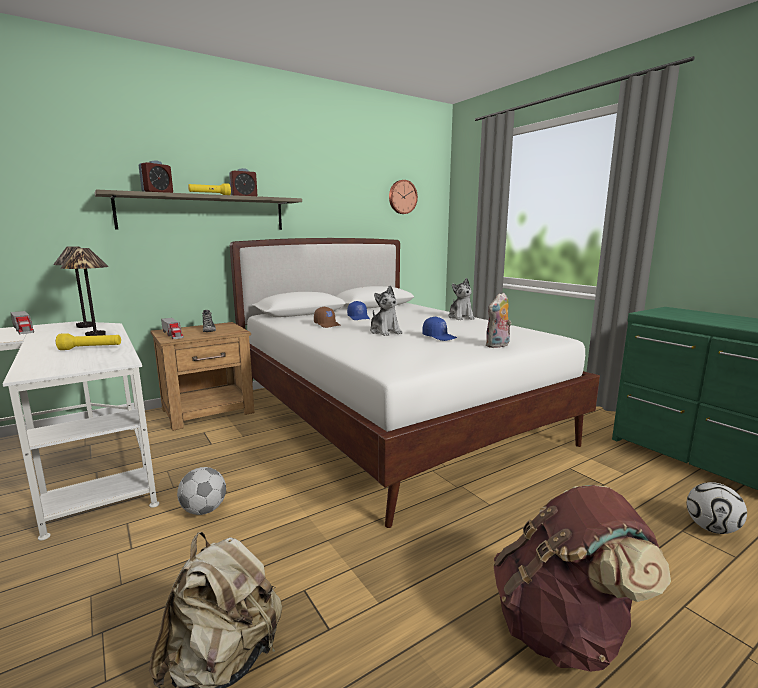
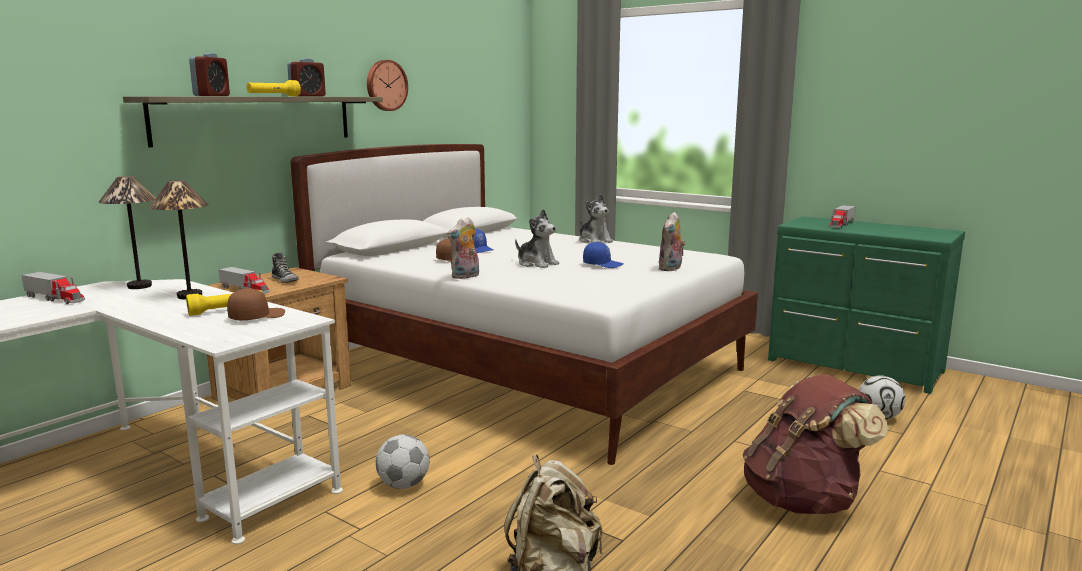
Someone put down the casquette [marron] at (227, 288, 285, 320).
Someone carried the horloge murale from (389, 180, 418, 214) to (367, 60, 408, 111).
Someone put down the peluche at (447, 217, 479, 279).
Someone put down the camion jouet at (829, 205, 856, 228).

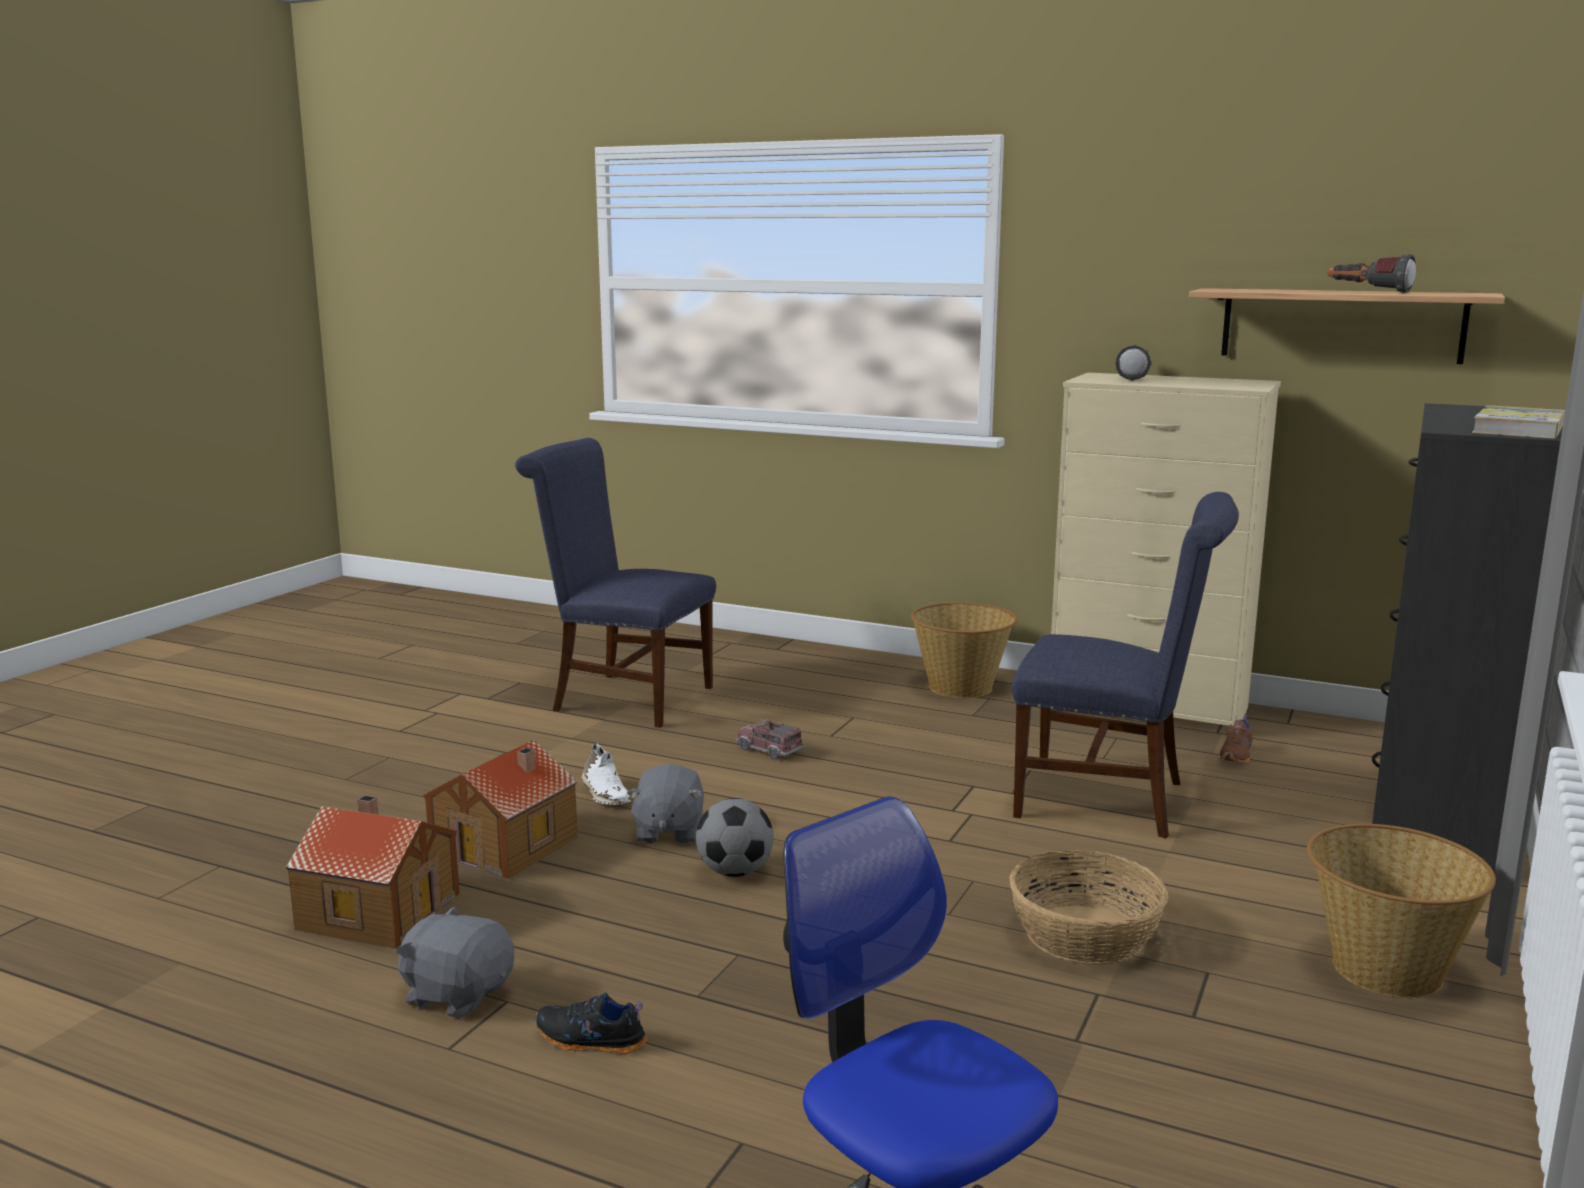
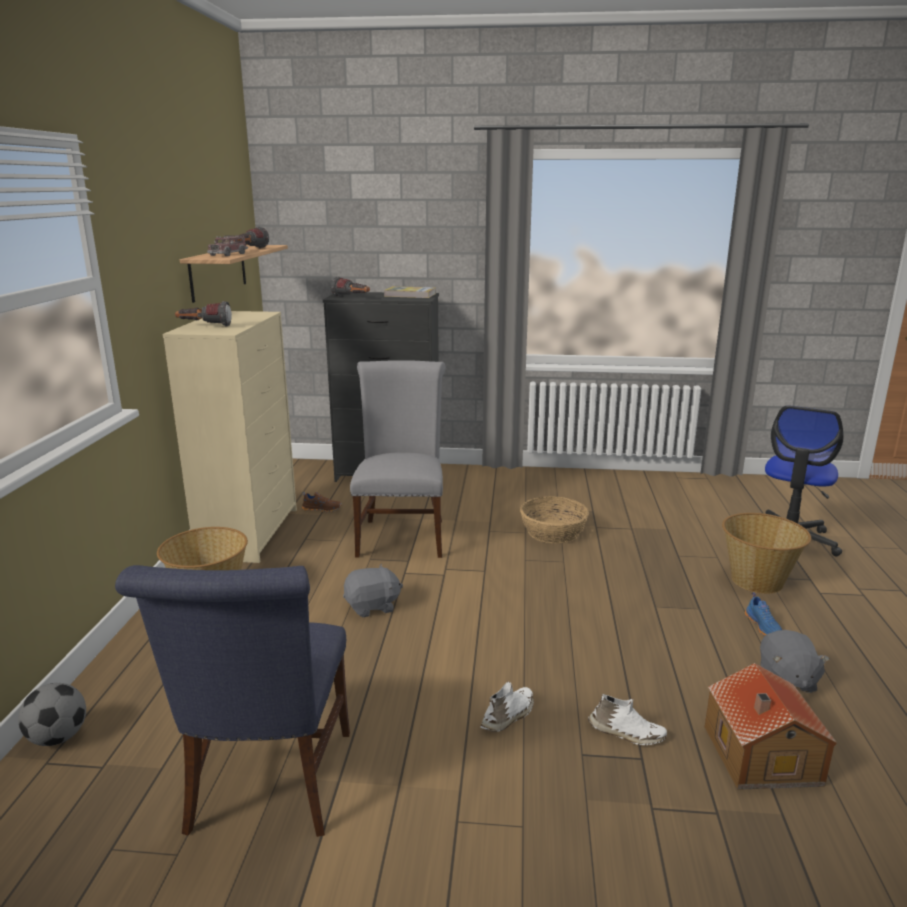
Someone carried the ballon de foot from (696, 798, 773, 877) to (18, 683, 86, 746).
Someone carried the camion jouet from (736, 719, 805, 760) to (207, 235, 248, 256).
Someone put down the lampe de poche at (331, 277, 370, 297).
Someone carried the peluche [gris] from (627, 764, 704, 844) to (343, 564, 403, 617).
Someone repainted the chaise [bleu] at (1012, 492, 1239, 839), which became the chaise [gris] at (350, 360, 445, 558).
Someone swapped the maison miniature at (423, 740, 578, 879) for the chaussure [blanc] at (588, 694, 667, 745).
Someone carried the panier from (1307, 824, 1496, 998) to (722, 513, 811, 594).
Someone repainted the chaussure [noir] at (536, 993, 647, 1054), which became the chaussure [bleu] at (745, 592, 782, 636).

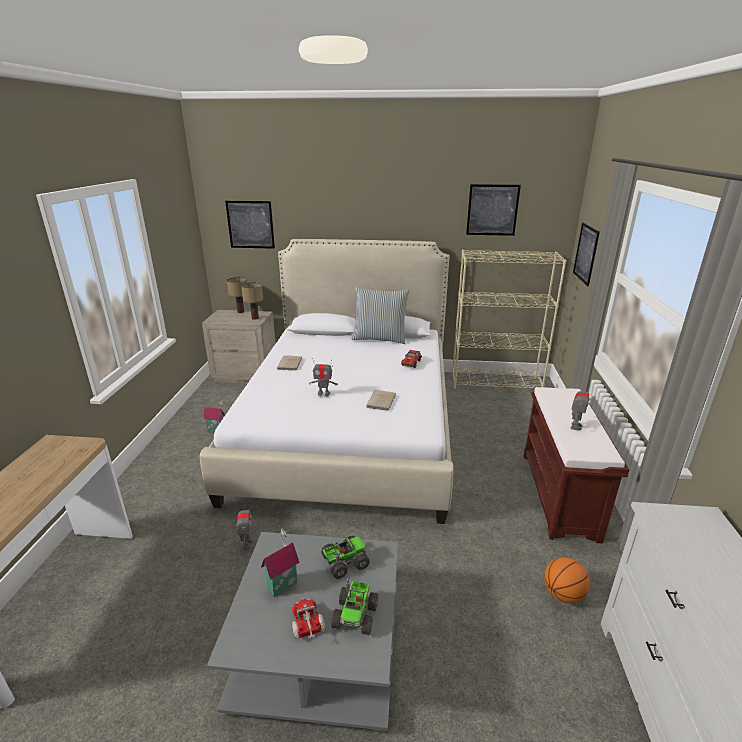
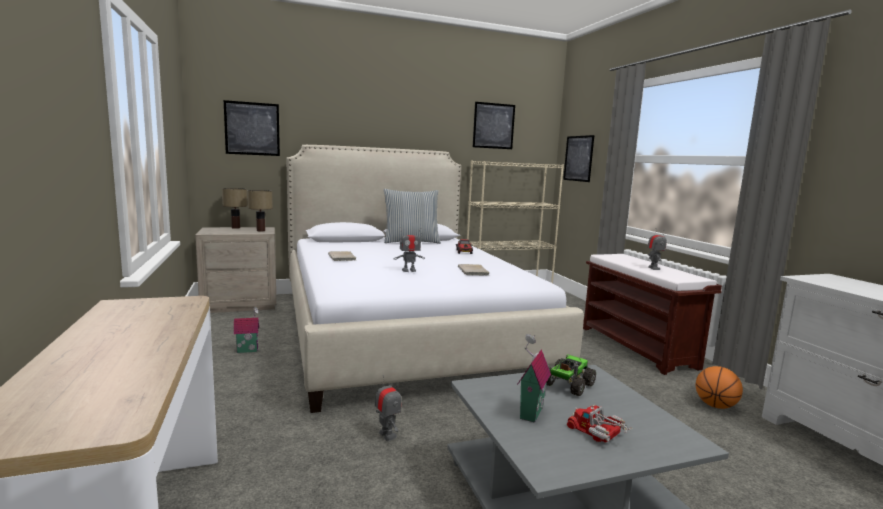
Someone took away the camion jouet at (331, 577, 378, 635).

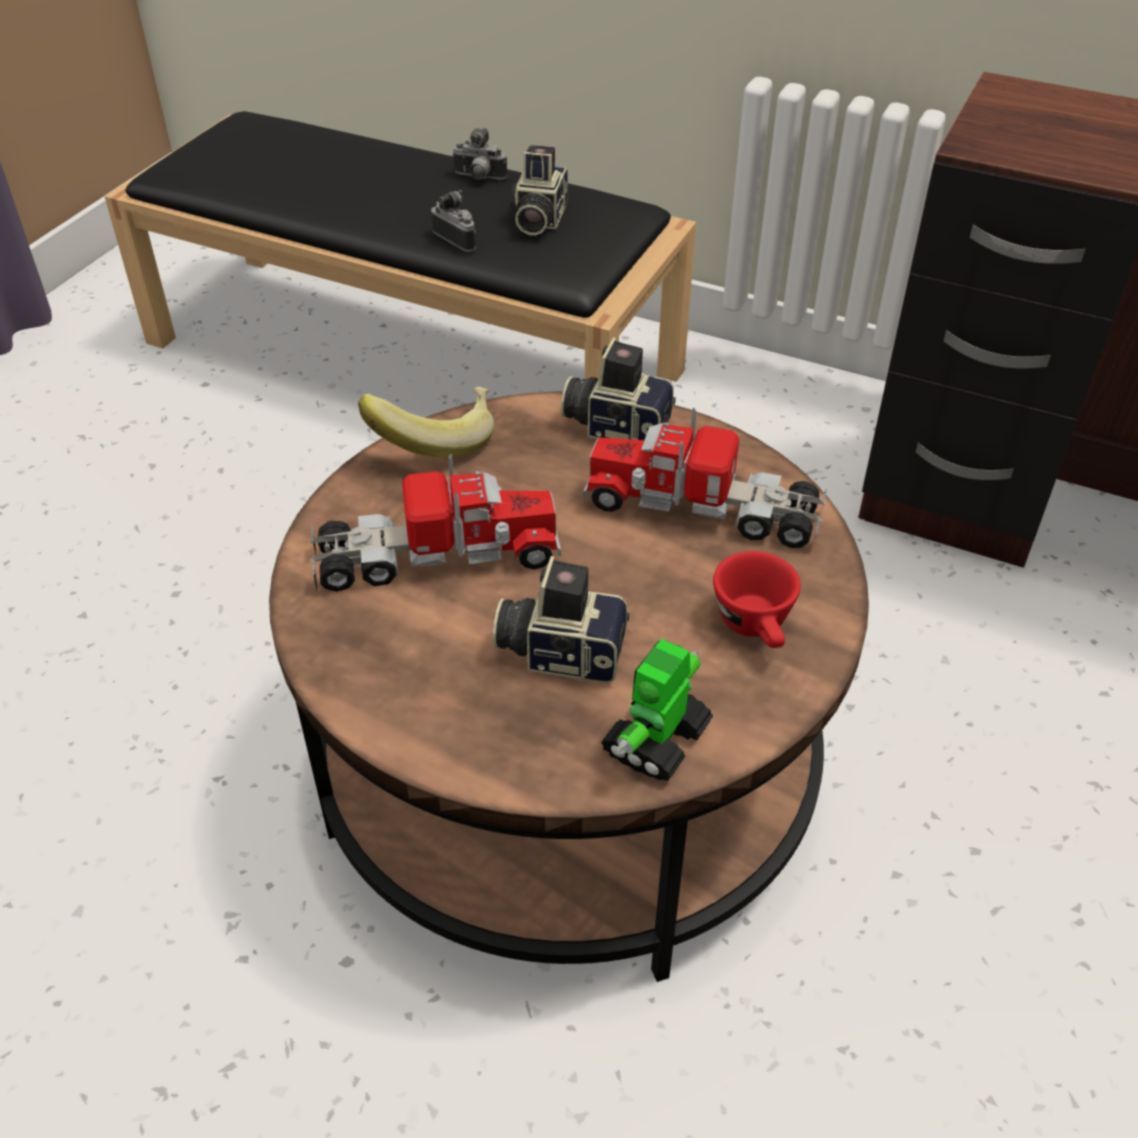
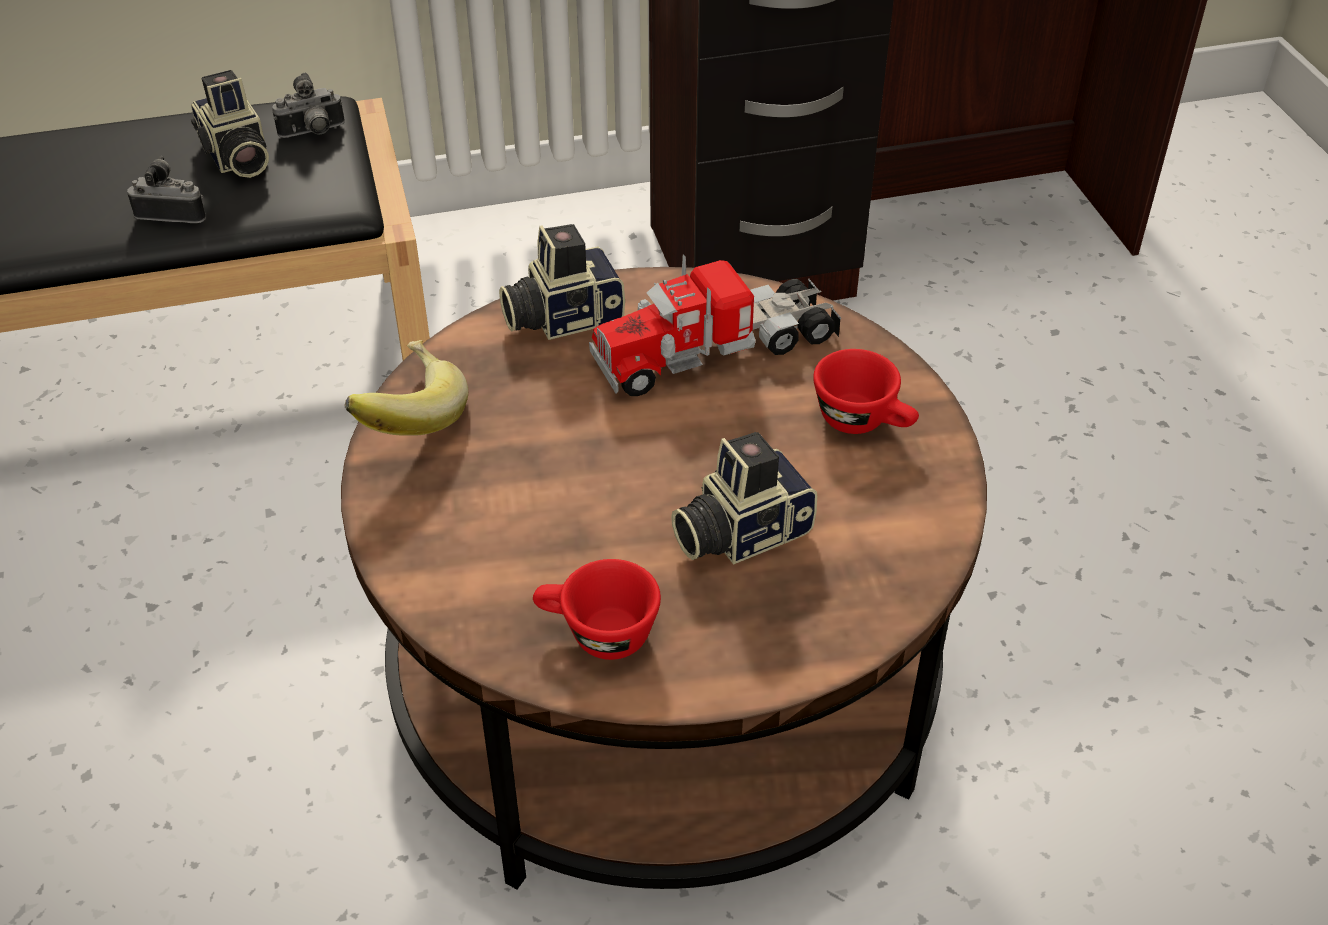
Someone carried the appareil photo from (452, 128, 507, 180) to (272, 73, 345, 138).
Someone put down the tasse [rouge] at (533, 559, 661, 660).
Someone took away the camion jouet at (309, 454, 561, 592).
Someone took away the robot jouet at (601, 639, 713, 781).

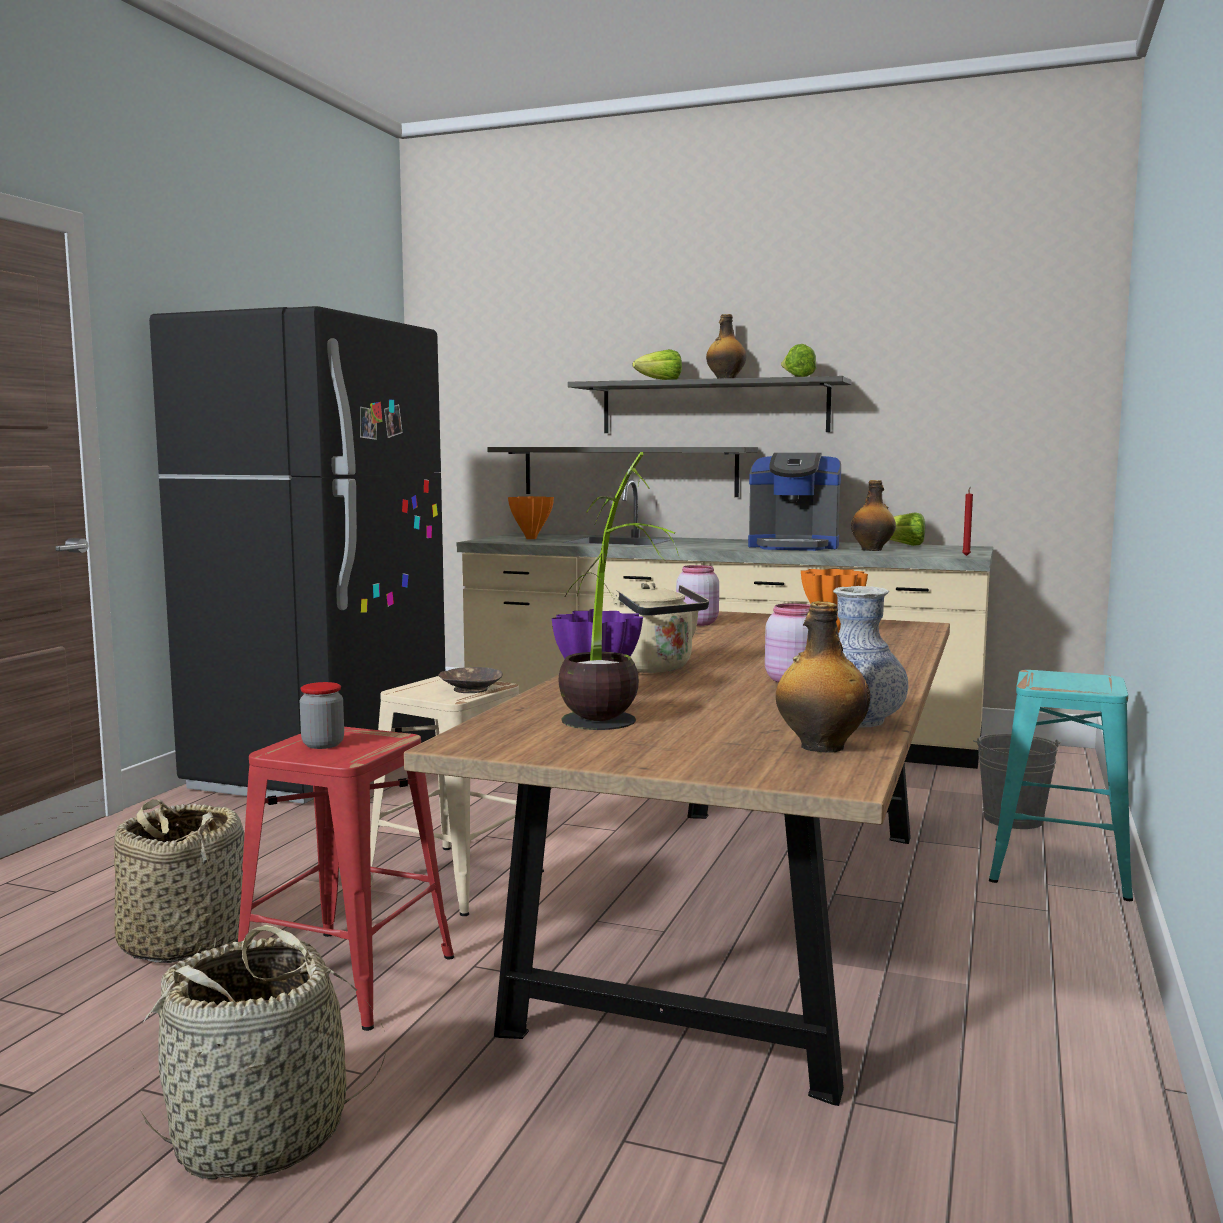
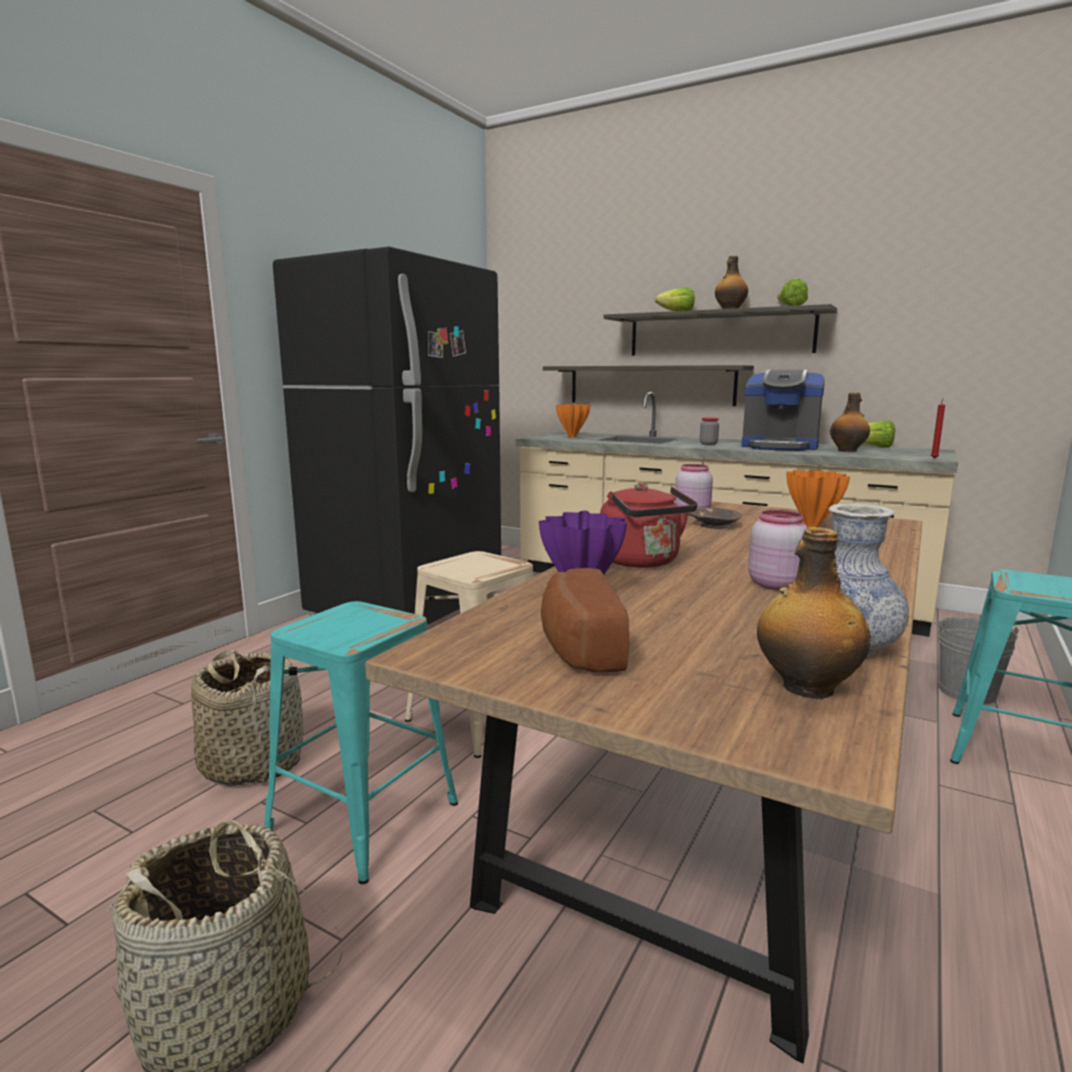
Someone repainted the tabouret [rouge] at (238, 727, 454, 1031), which became the tabouret [turquoise] at (264, 601, 458, 884).
Someone swapped the plante en pot at (558, 452, 680, 730) for the pain at (541, 568, 629, 672).
Someone repainted the bouilloire [beige] at (605, 582, 709, 673), which became the bouilloire [rouge] at (600, 484, 697, 568).
Someone carried the bol [marron] from (438, 667, 503, 693) to (689, 508, 741, 529).
Someone carried the bocal from (300, 682, 344, 749) to (700, 417, 719, 445).

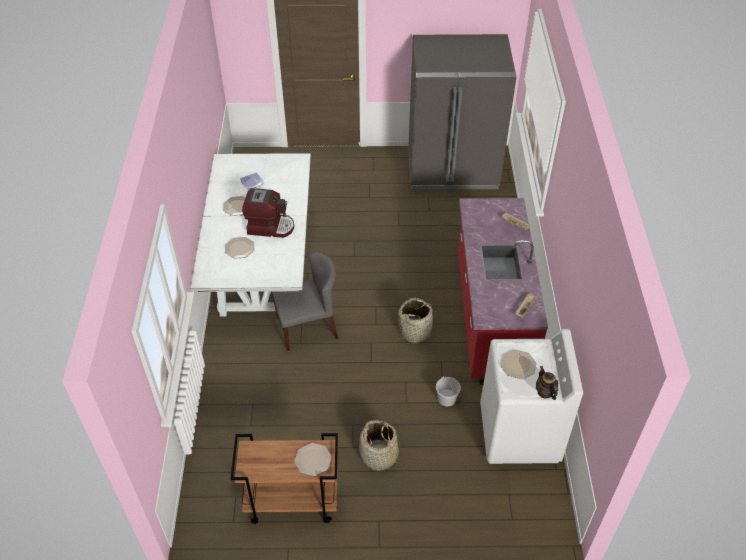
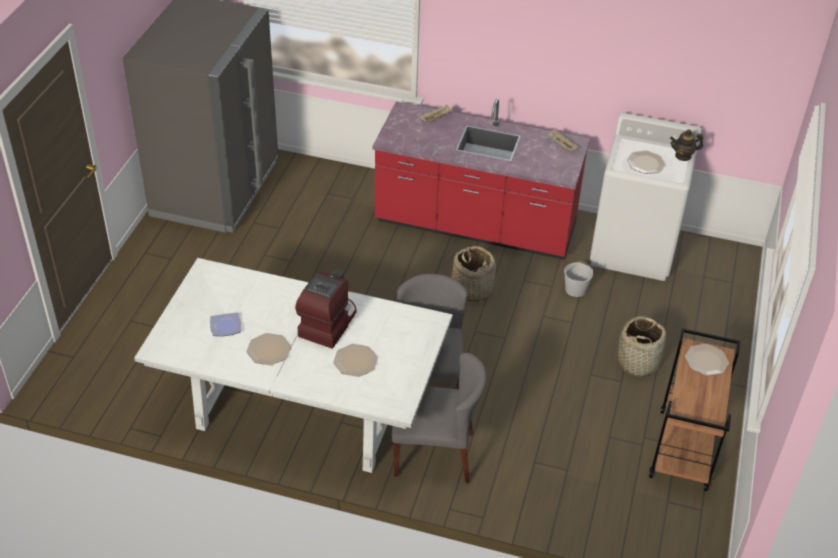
Someone put down the chaise [gris] at (392, 353, 487, 483).

